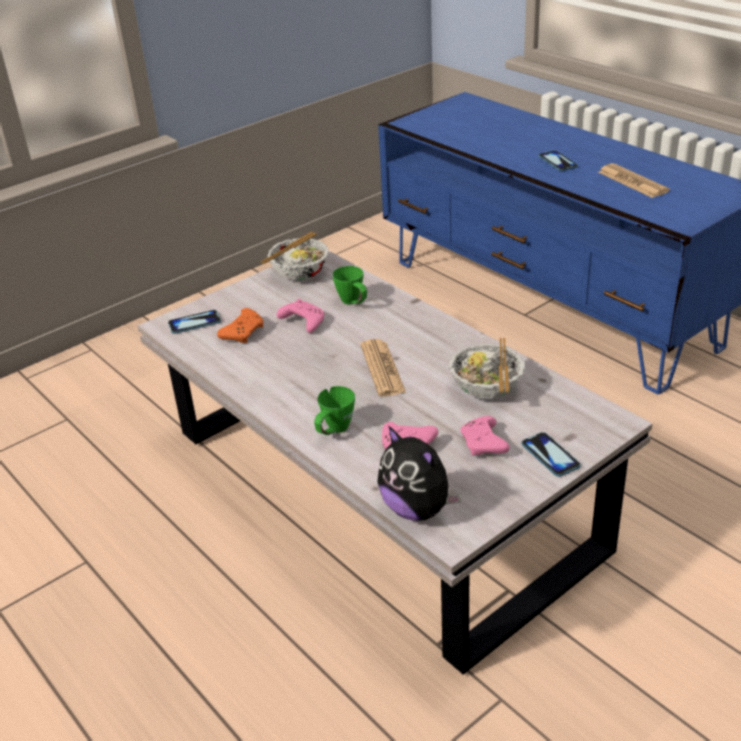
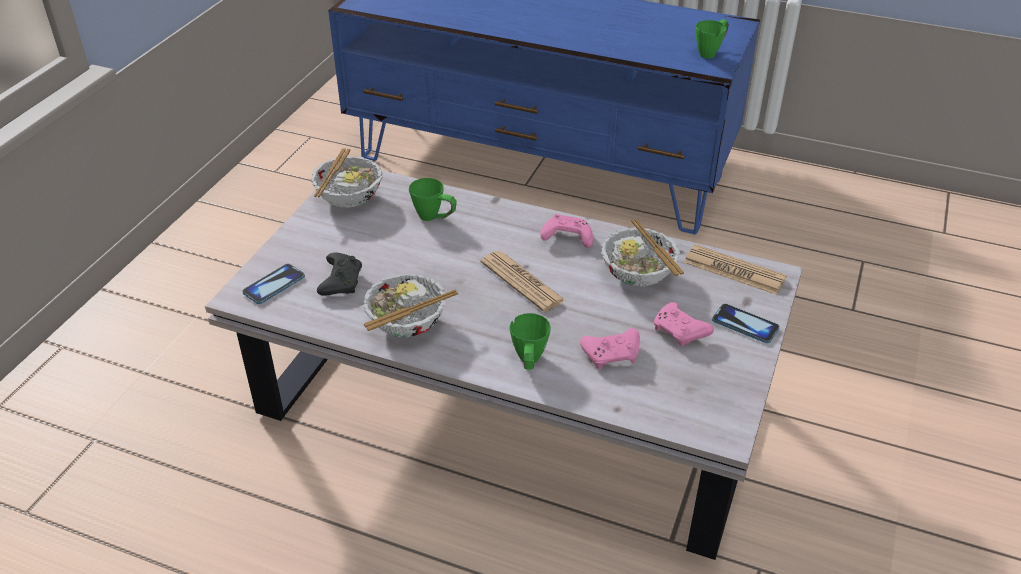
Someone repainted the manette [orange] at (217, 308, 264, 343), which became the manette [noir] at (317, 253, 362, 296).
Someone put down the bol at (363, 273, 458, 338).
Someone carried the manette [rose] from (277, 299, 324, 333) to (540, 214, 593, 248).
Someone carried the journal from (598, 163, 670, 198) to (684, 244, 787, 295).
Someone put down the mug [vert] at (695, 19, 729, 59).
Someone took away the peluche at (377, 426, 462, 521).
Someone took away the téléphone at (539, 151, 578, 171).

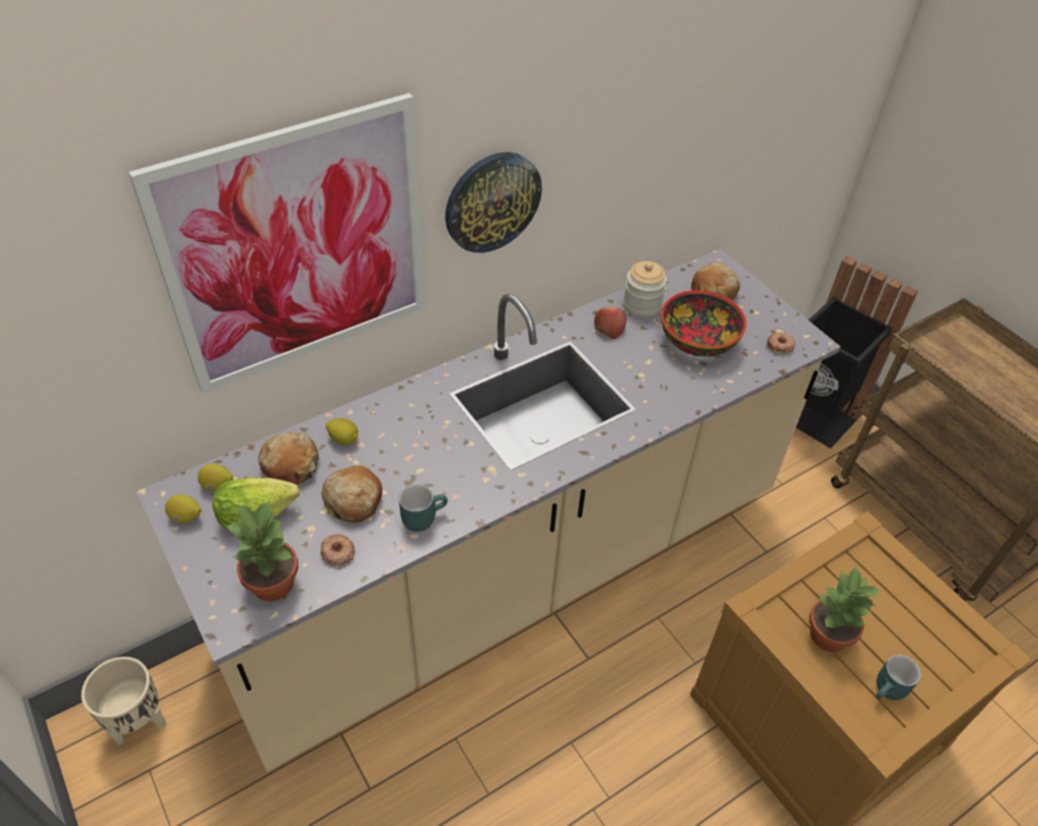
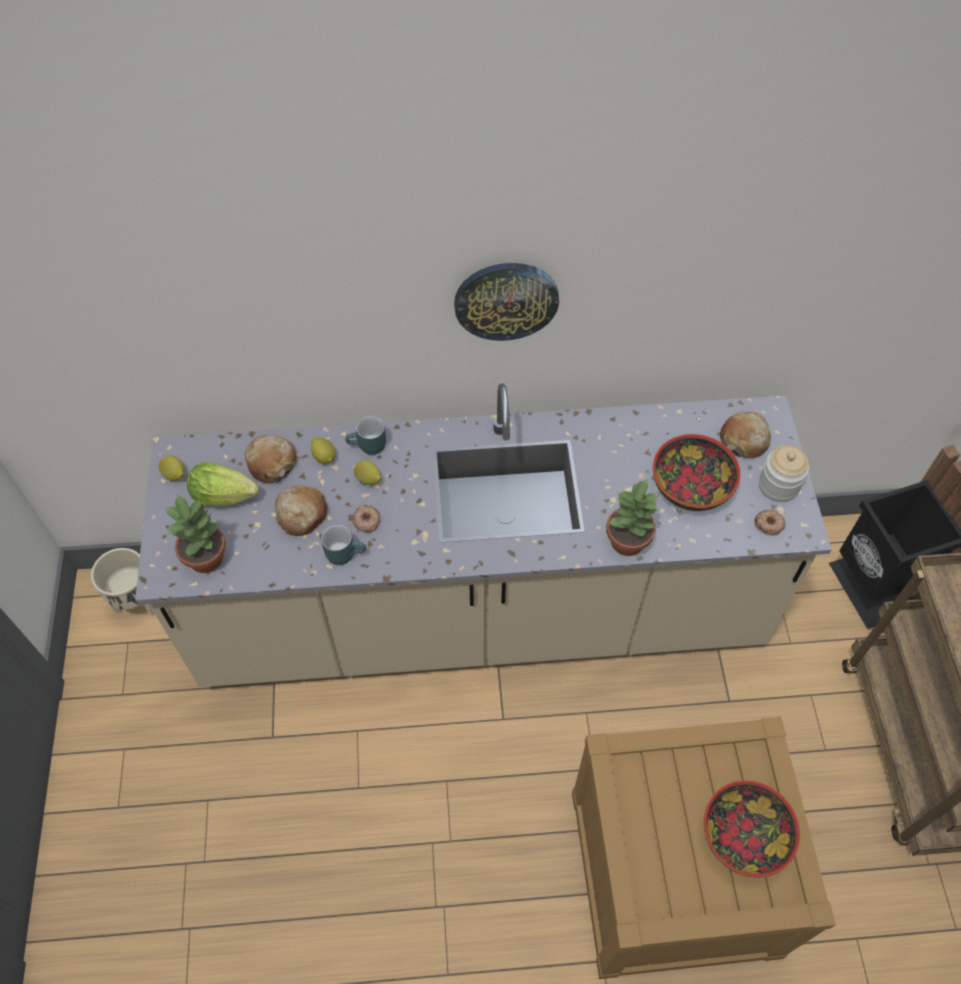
Someone carried the mug [turquoise] from (876, 655, 921, 700) to (345, 416, 386, 455).
Someone carried the beignet from (321, 534, 355, 566) to (352, 505, 381, 533).
Someone carried the citron from (198, 464, 233, 491) to (354, 460, 381, 485).
Someone carried the plante en pot from (809, 567, 882, 652) to (606, 478, 659, 556).
Someone put down the bol at (704, 780, 800, 877).
Someone carried the bocal from (623, 261, 667, 318) to (759, 445, 809, 502).
Someone took away the tableau at (129, 93, 426, 394).
Someone took away the pomme at (594, 307, 626, 339).

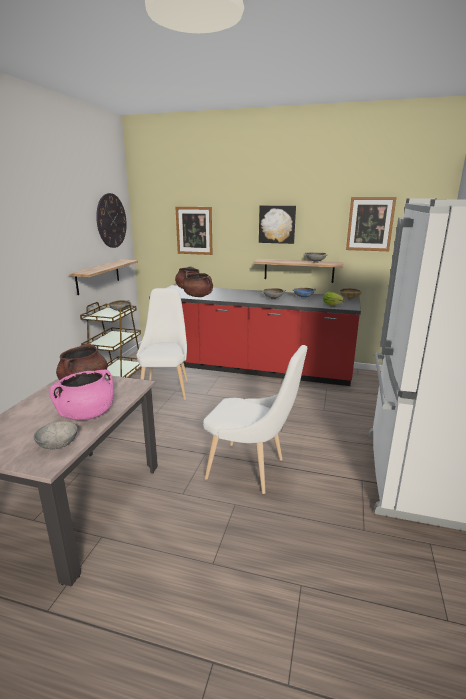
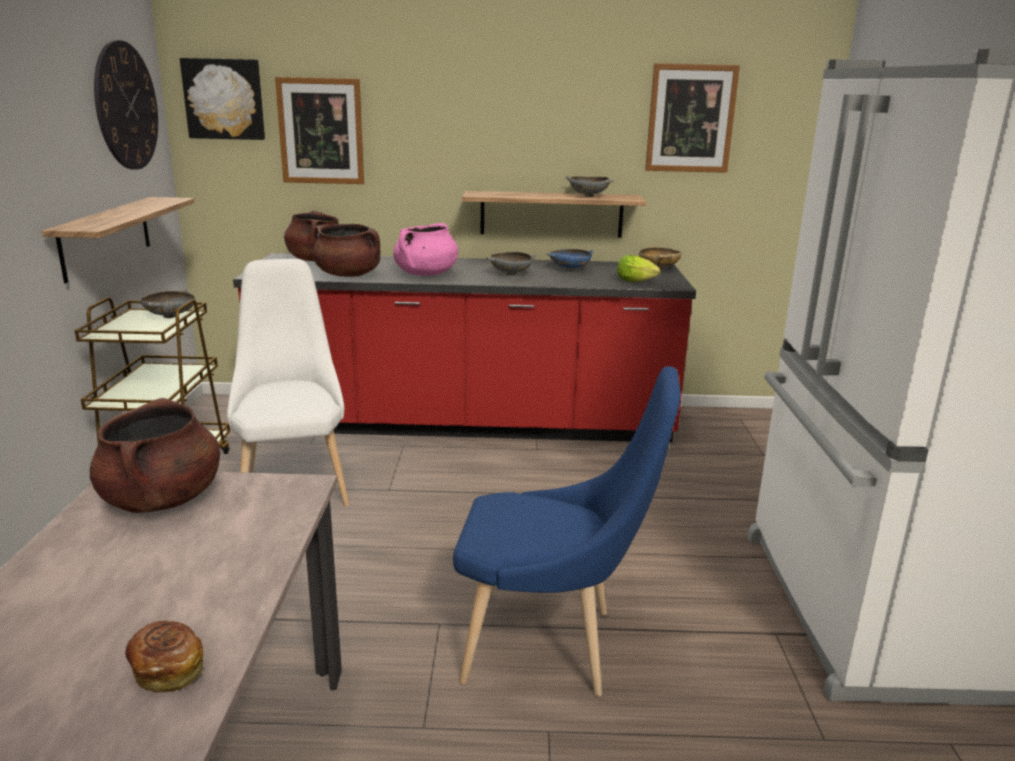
Someone swapped the bol [gris] at (34, 421, 77, 449) for the pain at (125, 621, 204, 693).
Someone carried the tableau from (259, 206, 296, 244) to (180, 58, 265, 140).
Someone carried the marmite [rose] from (49, 370, 114, 420) to (393, 223, 458, 276).
Someone repainted the chaise [blanc] at (203, 345, 307, 494), which became the chaise [bleu] at (453, 366, 681, 696).

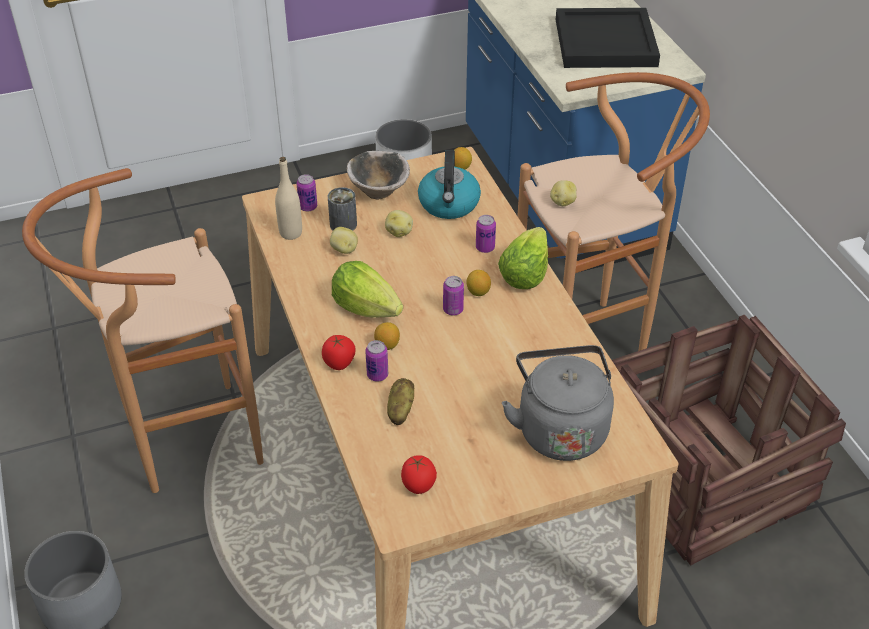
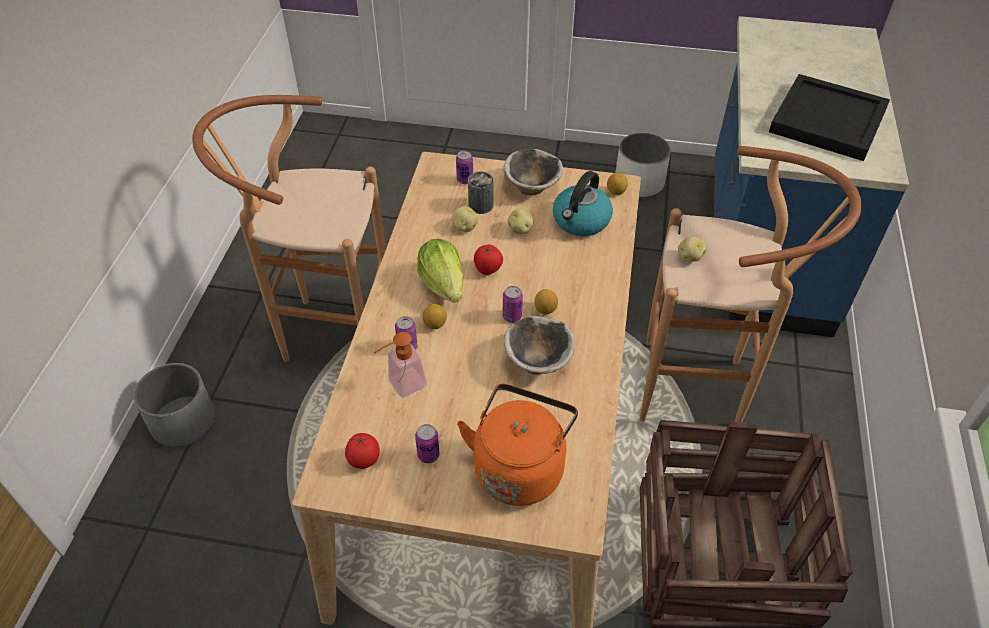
Someone swapped the pomme de terre at (387, 378, 414, 425) for the distributeur de savon at (374, 332, 427, 398).
Someone carried the boîte métallique from (476, 215, 496, 253) to (415, 424, 440, 463).
Someone repainted the bouilloire [gris] at (502, 345, 614, 461), which became the bouilloire [orange] at (457, 383, 578, 506).
Someone carried the tomate from (322, 335, 356, 370) to (474, 245, 503, 275).
Someone put down the bol at (504, 316, 575, 375).
Someone took away the bouteille [beige] at (275, 157, 302, 240).
Someone took away the laitue at (498, 227, 548, 289).

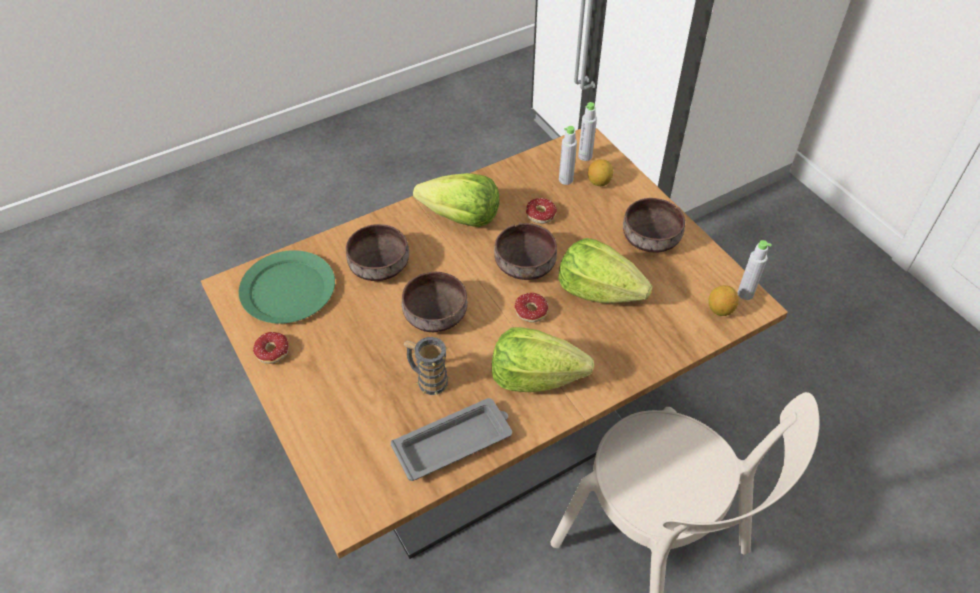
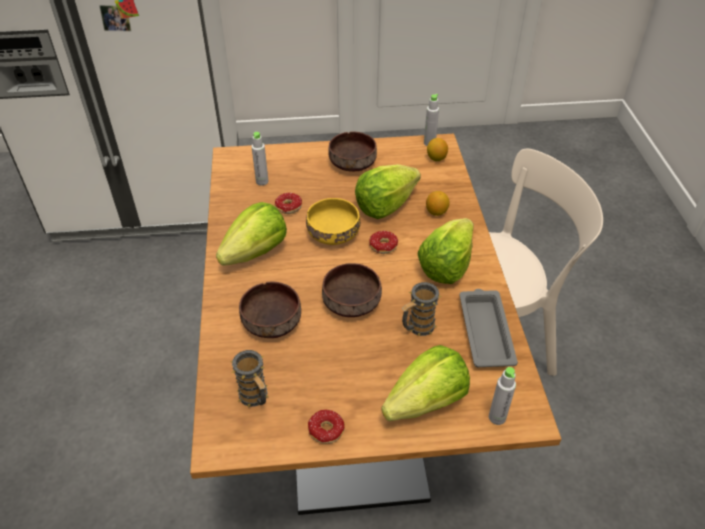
Someone swapped the assiette [vert] at (239, 250, 335, 324) for the mug at (230, 350, 269, 407).
Someone repainted the bol [marron] at (494, 223, 557, 280), which became the bol [jaune] at (306, 198, 360, 245).
Someone put down the laitue at (381, 345, 470, 421).
Someone carried the citron from (588, 159, 613, 186) to (426, 191, 450, 216).
Someone carried the bouteille [gris] from (578, 102, 597, 161) to (489, 367, 516, 425).

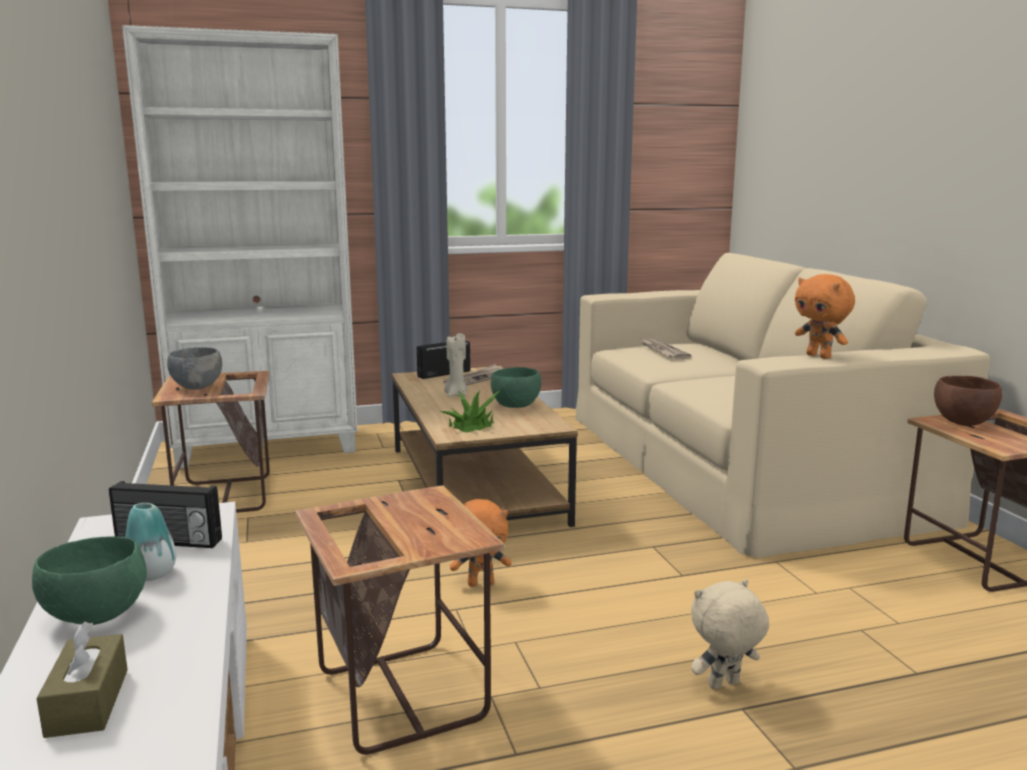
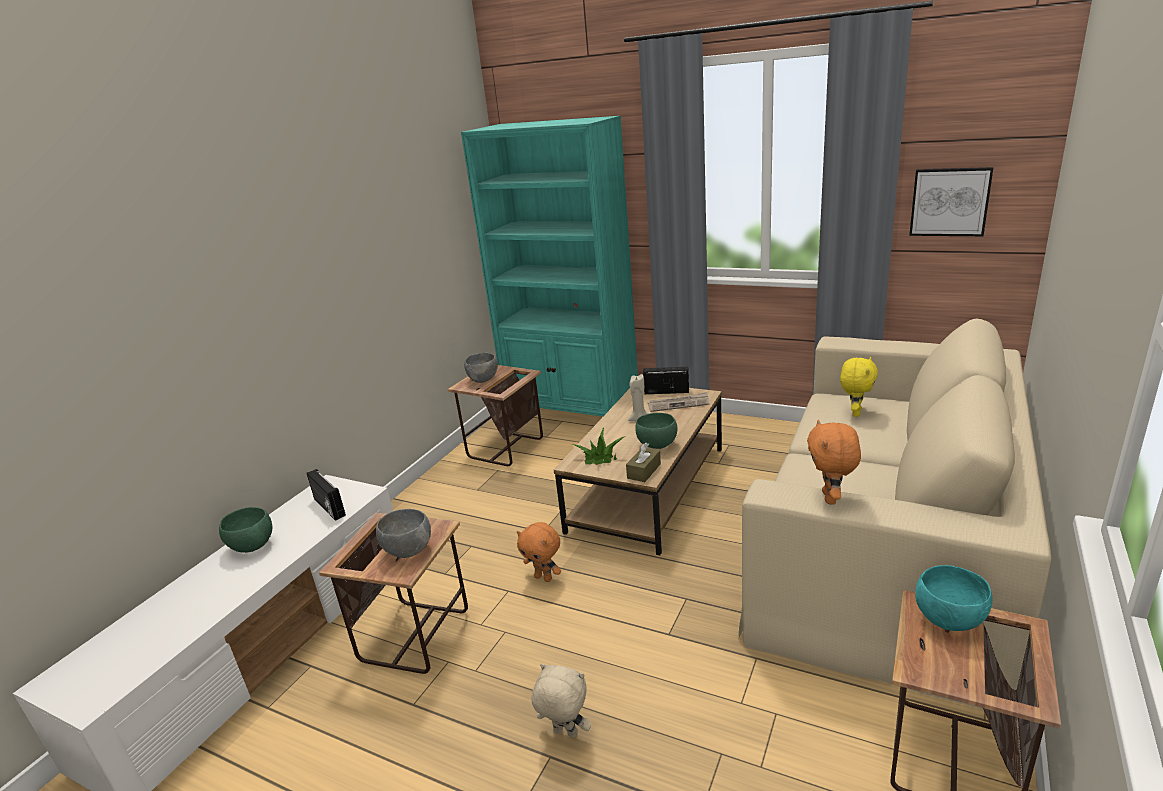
Someone put down the bol [gris] at (376, 509, 431, 558).
Someone repainted the bibliothèque [blanc] at (122, 25, 358, 468), which became the bibliothèque [turquoise] at (461, 116, 638, 416).
Someone carried the boîte à mouchoirs [marron] from (37, 622, 128, 738) to (626, 443, 661, 482).
Someone swapped the journal at (641, 339, 692, 359) for the peluche [jaune] at (840, 357, 878, 417).
Someone put up the tableau at (909, 167, 993, 236).
Someone repainted the bol [marron] at (934, 376, 1002, 426), which became the bol [turquoise] at (915, 565, 992, 631).
Someone took away the vase at (125, 503, 176, 581).

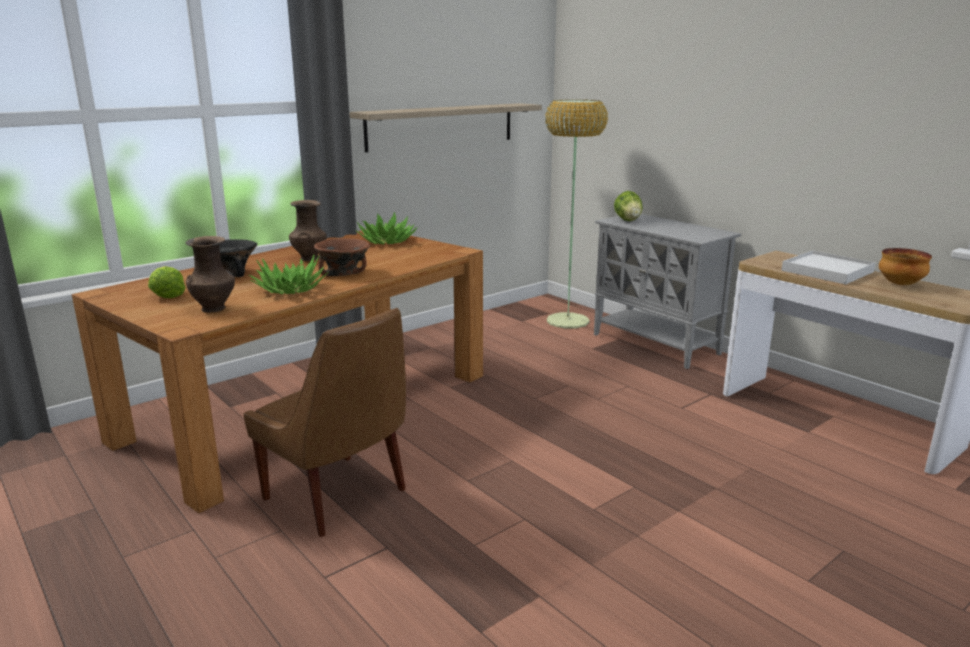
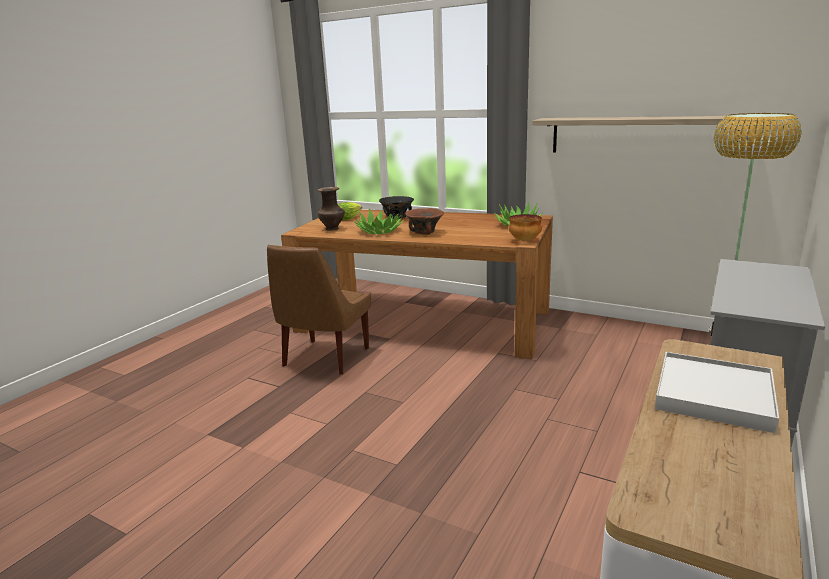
Someone carried the bol from (879, 248, 932, 285) to (509, 214, 542, 241).
Someone took away the vase [marron] at (289, 200, 327, 261).
Someone took away the laitue at (614, 191, 643, 221).

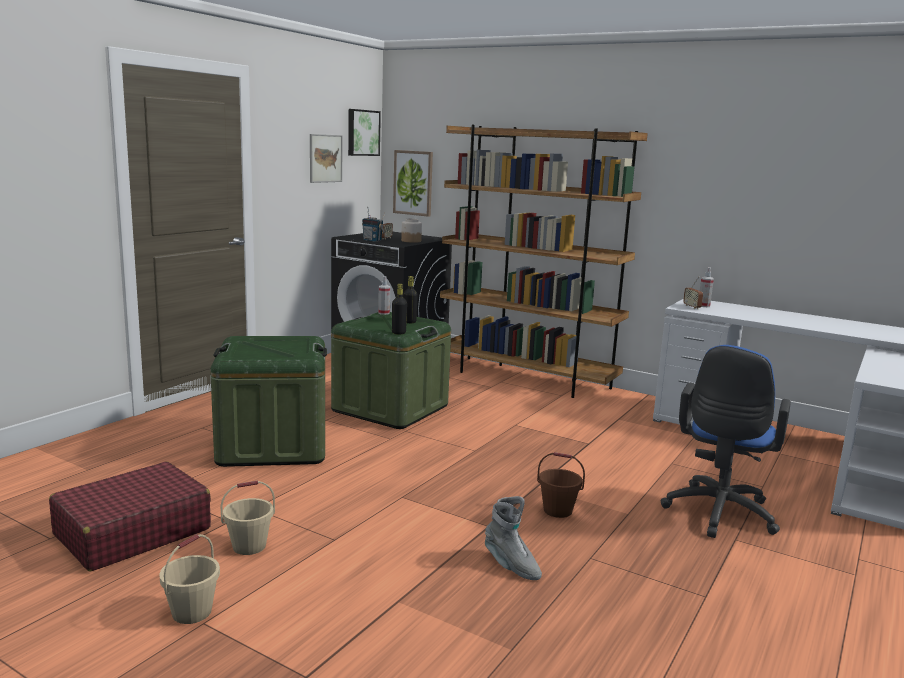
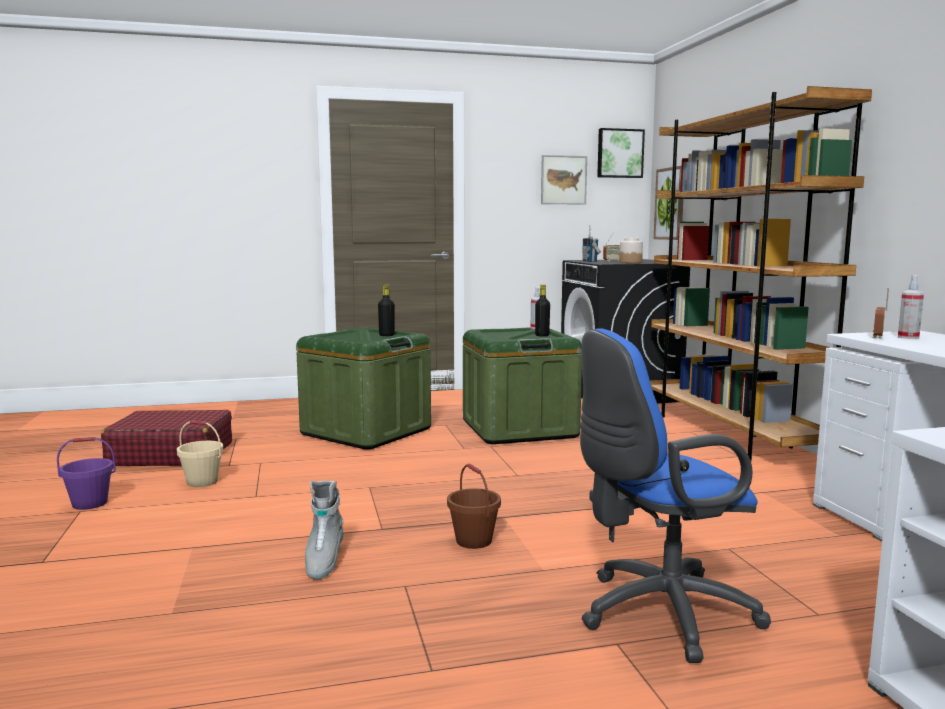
Someone repainted the seau [beige] at (159, 534, 220, 624), which became the seau [violet] at (57, 437, 116, 510).
Someone carried the bouteille [noir] from (392, 284, 407, 335) to (378, 284, 395, 336).

